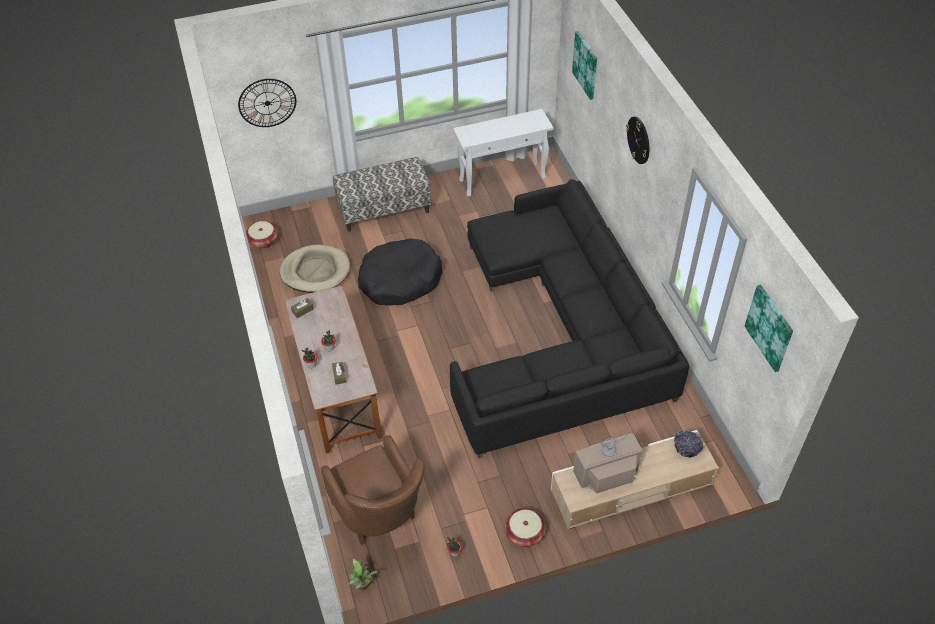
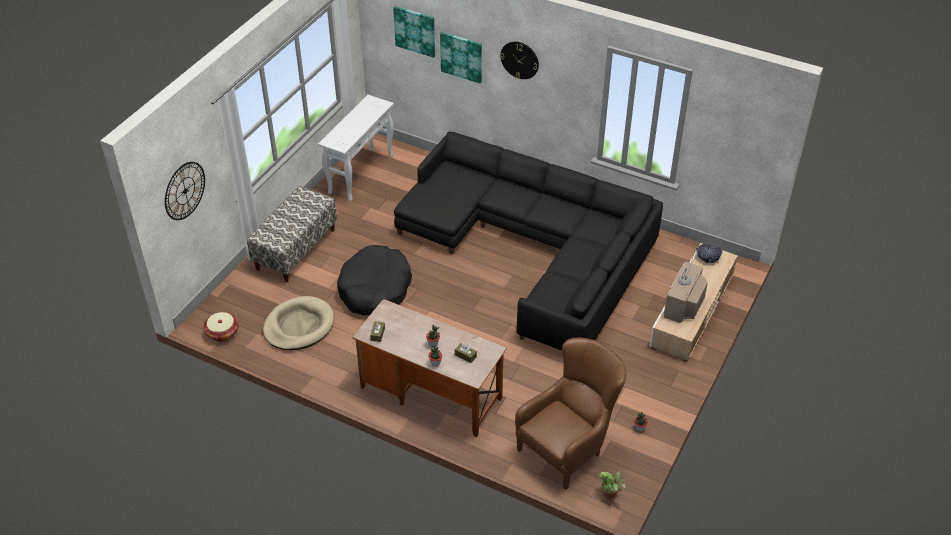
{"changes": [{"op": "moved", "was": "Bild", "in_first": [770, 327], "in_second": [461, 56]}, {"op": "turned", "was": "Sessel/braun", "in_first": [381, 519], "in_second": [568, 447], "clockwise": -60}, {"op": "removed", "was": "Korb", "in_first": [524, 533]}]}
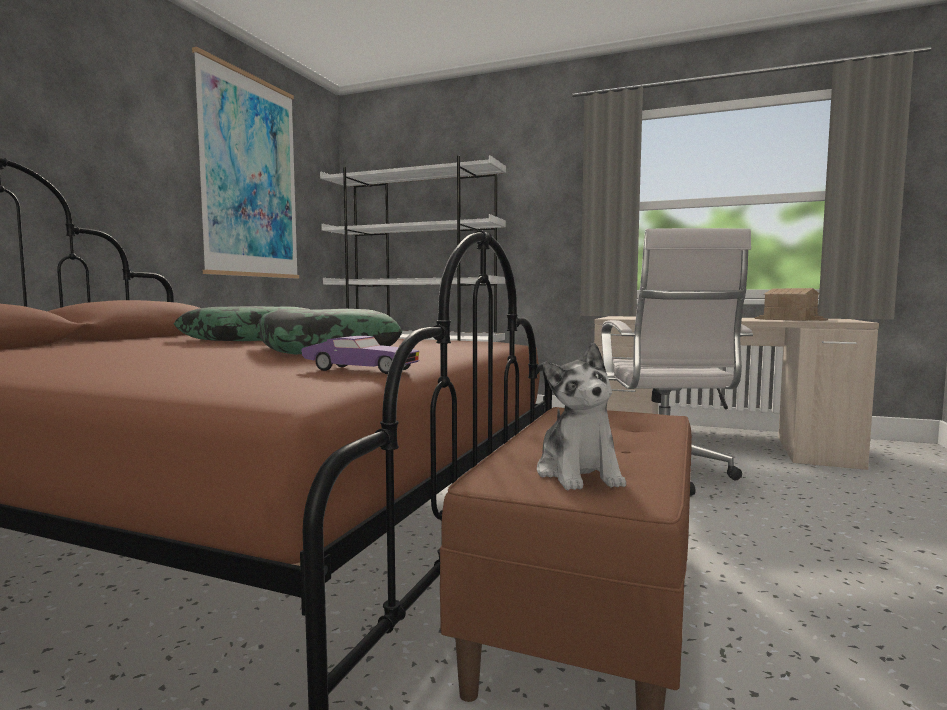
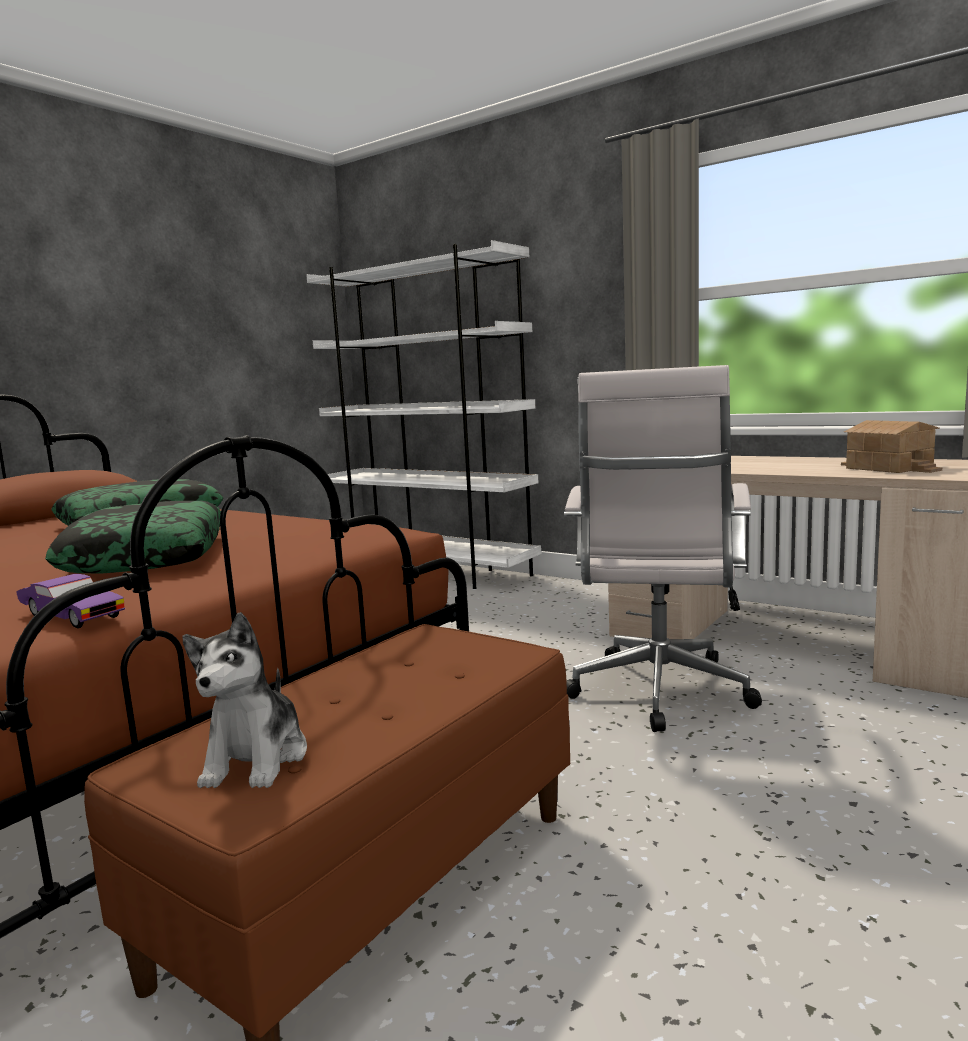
{"changes": [{"op": "removed", "was": "Bild", "in_first": [250, 177]}]}
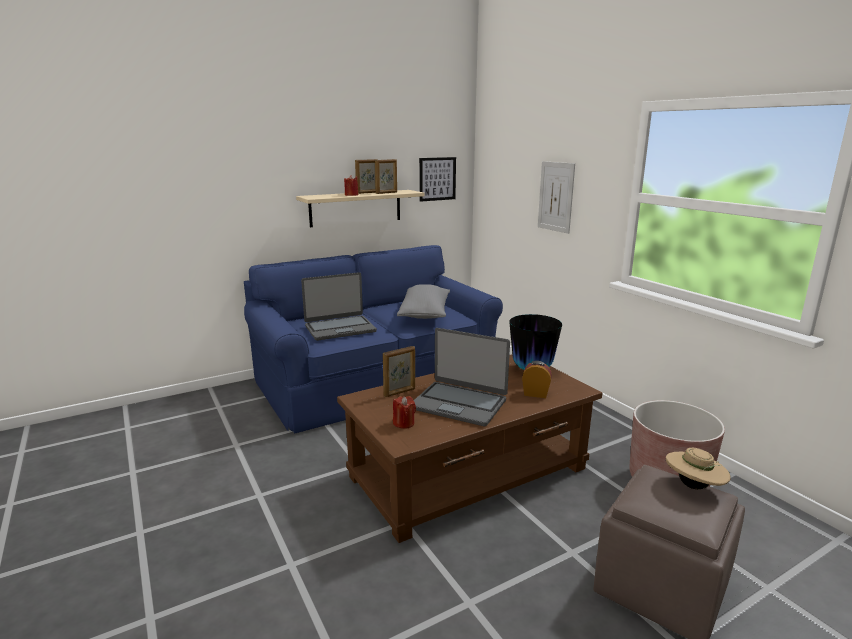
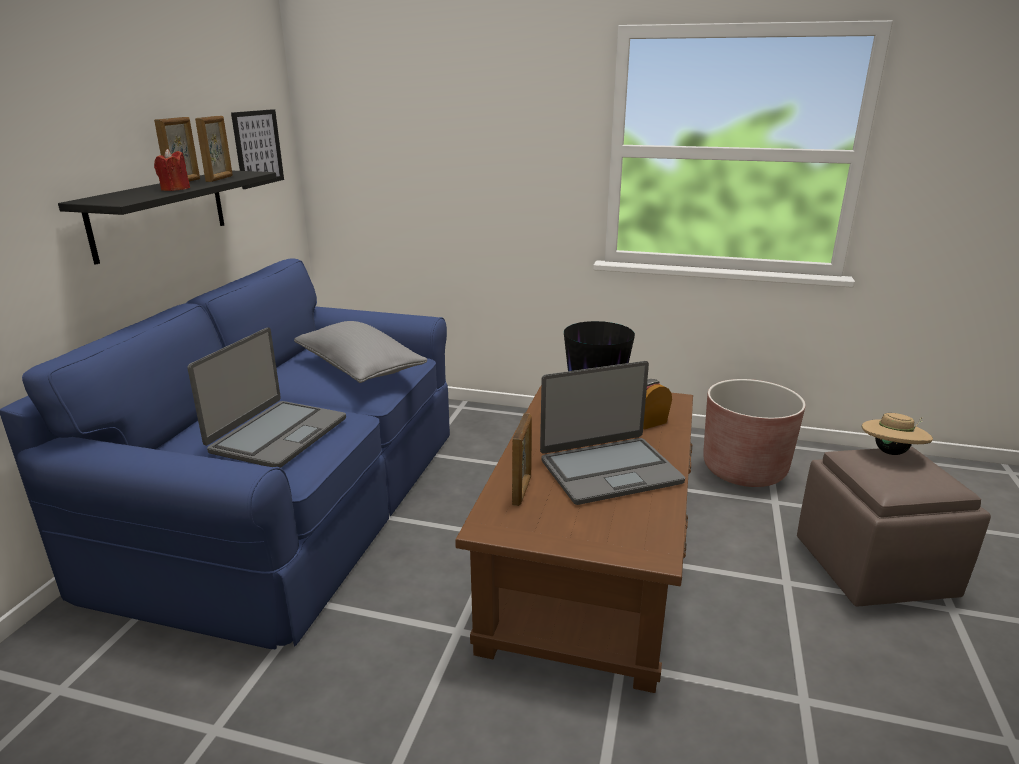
{"changes": [{"op": "removed", "was": "Bild", "in_first": [556, 196]}, {"op": "recoloured", "was": "Wandregal/beige", "now": "Wandregal/schwarz", "in_first": [356, 208], "in_second": [160, 213]}, {"op": "removed", "was": "Kerze/rot", "in_first": [404, 423]}]}
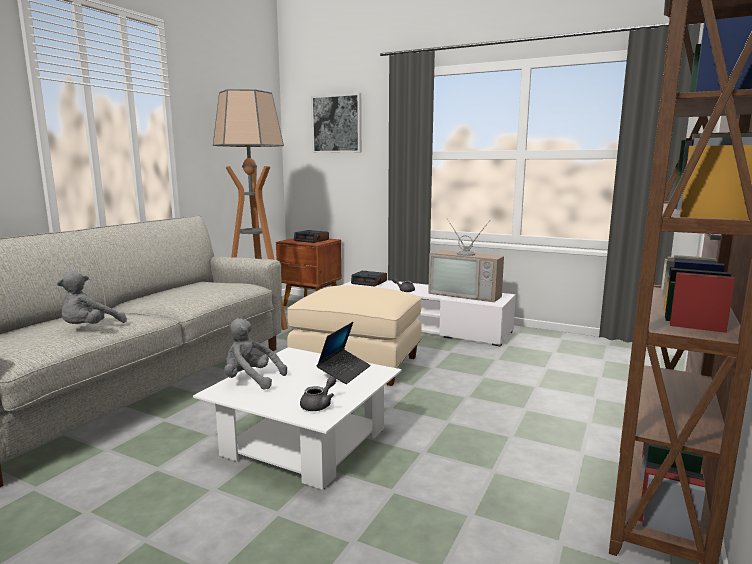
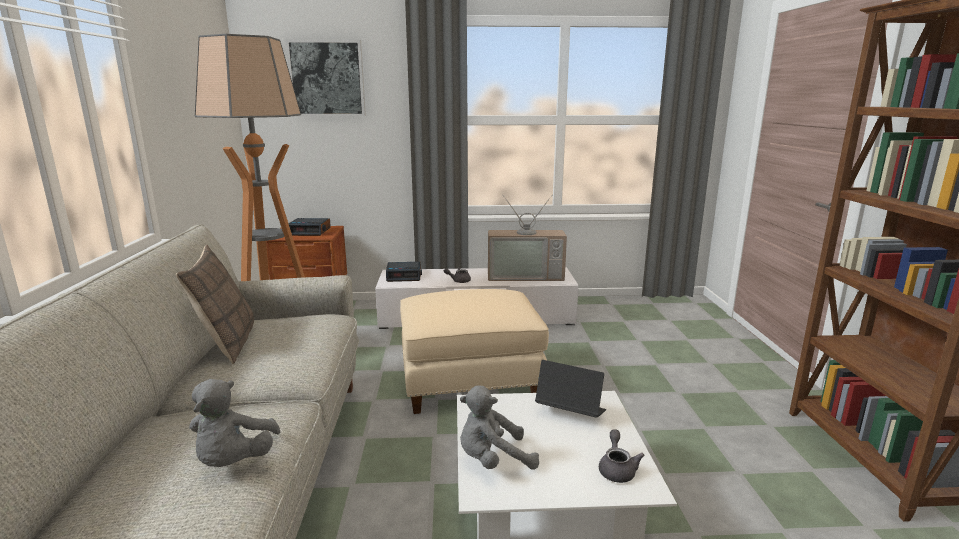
{"changes": [{"op": "turned", "was": "Laptop", "in_first": [344, 371], "in_second": [570, 412], "clockwise": -60}, {"op": "added", "now": "Kissen", "in_second": [227, 343]}]}
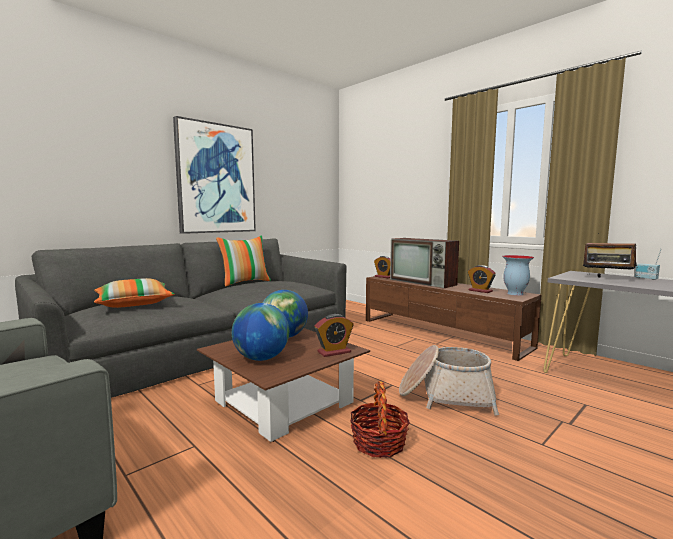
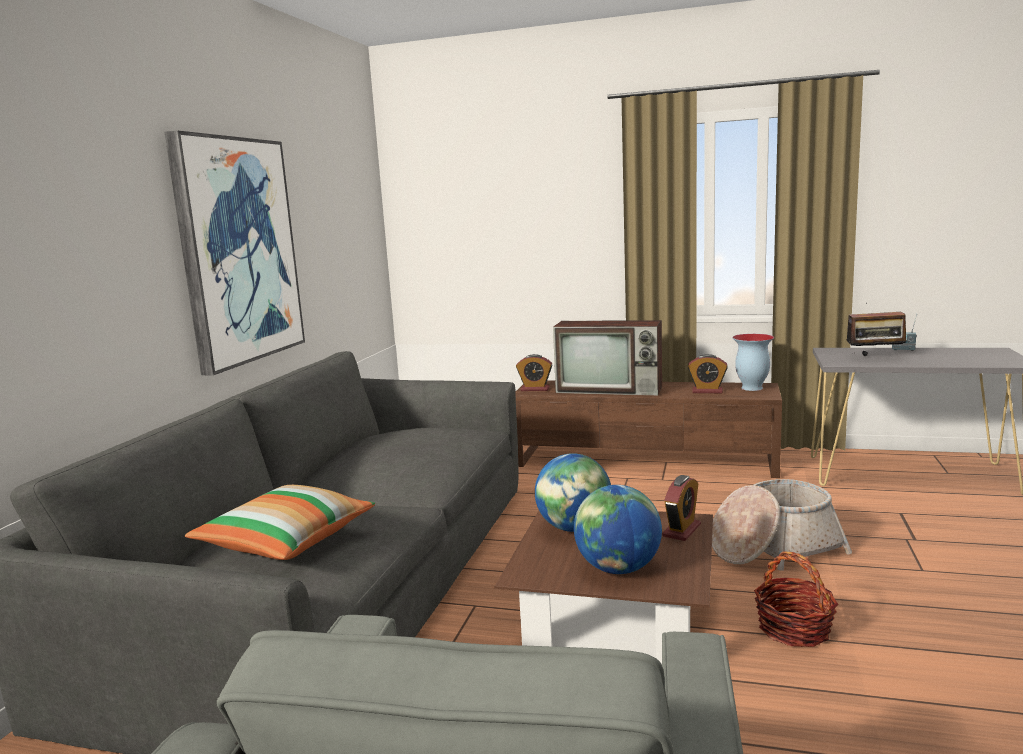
{"changes": [{"op": "removed", "was": "Kissen", "in_first": [245, 282]}]}
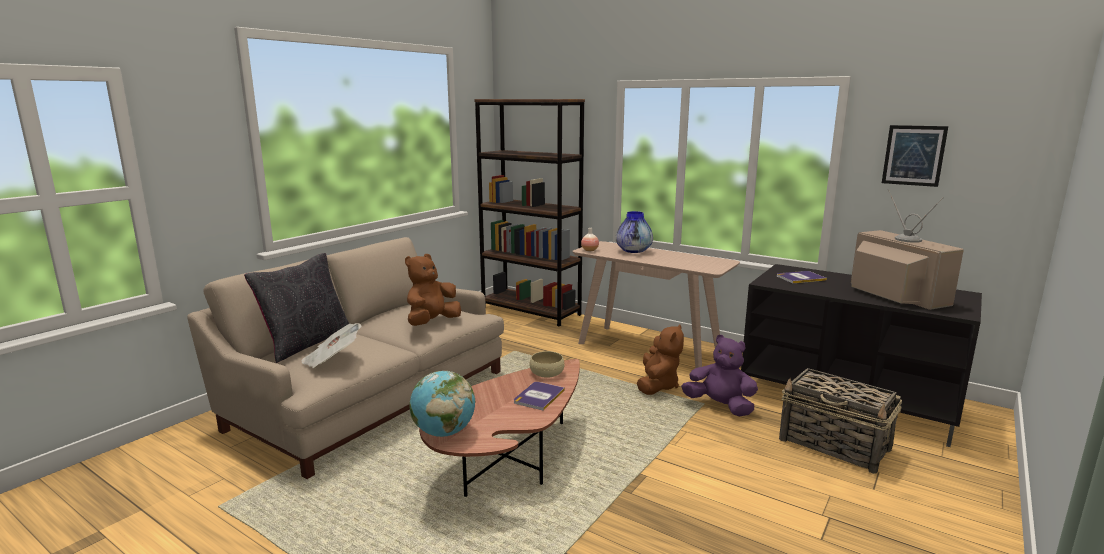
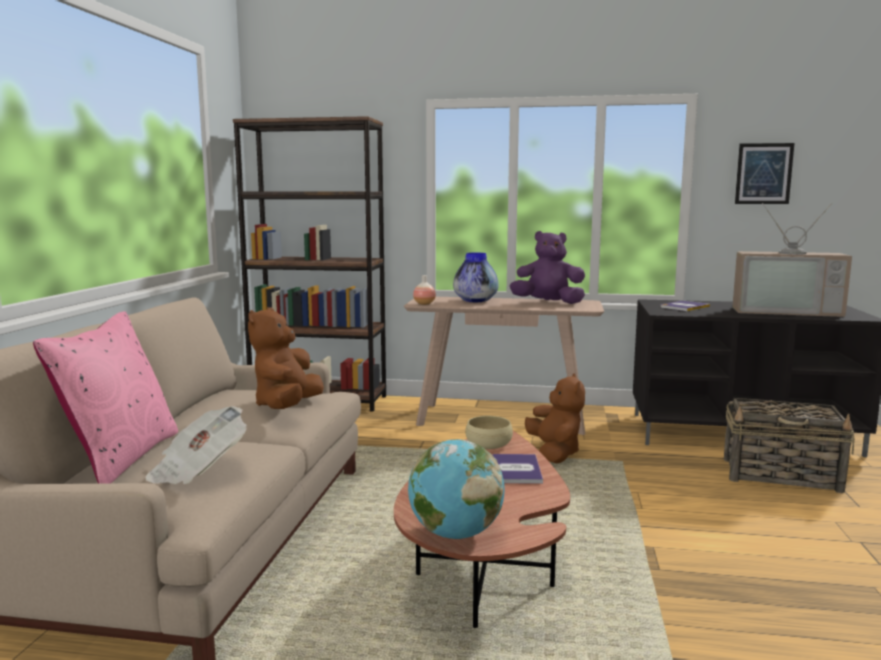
{"changes": [{"op": "turned", "was": "Fernseher", "in_first": [893, 294], "in_second": [785, 311], "clockwise": 150}, {"op": "recoloured", "was": "Kissen/schwarz", "now": "Kissen/rosa", "in_first": [306, 343], "in_second": [120, 458]}, {"op": "moved", "was": "Plüschtier/lila", "in_first": [720, 406], "in_second": [548, 303]}]}
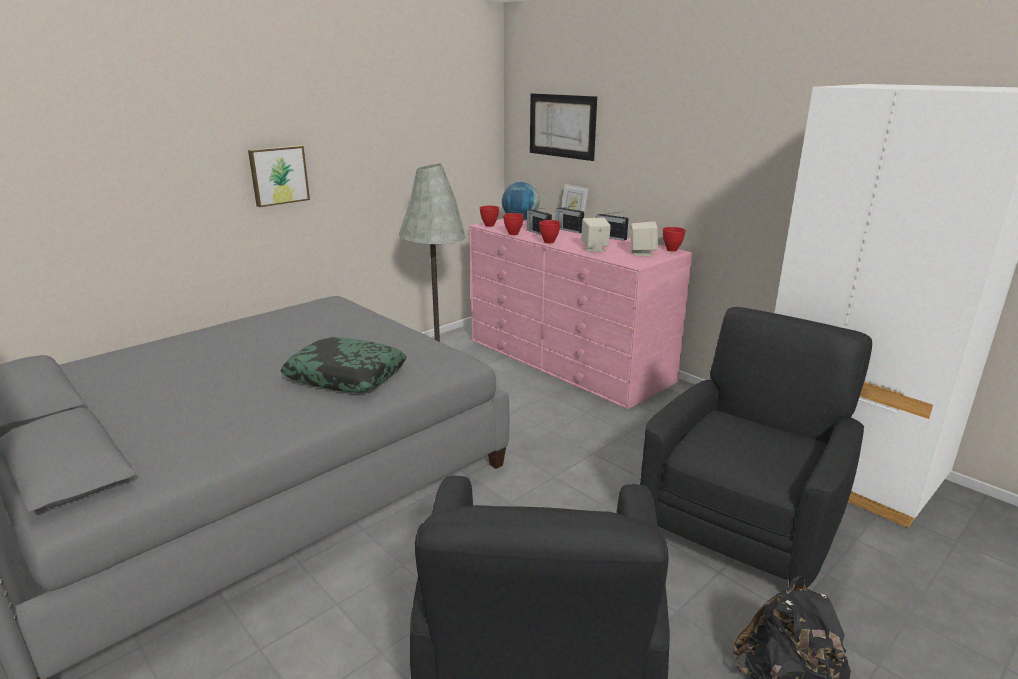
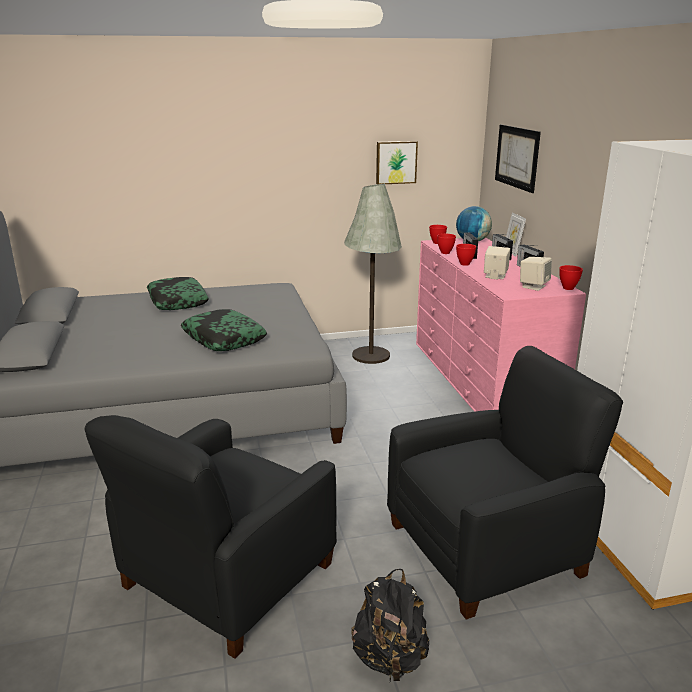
{"changes": [{"op": "moved", "was": "Bild", "in_first": [278, 175], "in_second": [396, 162]}, {"op": "added", "now": "Kissen", "in_second": [177, 301]}]}
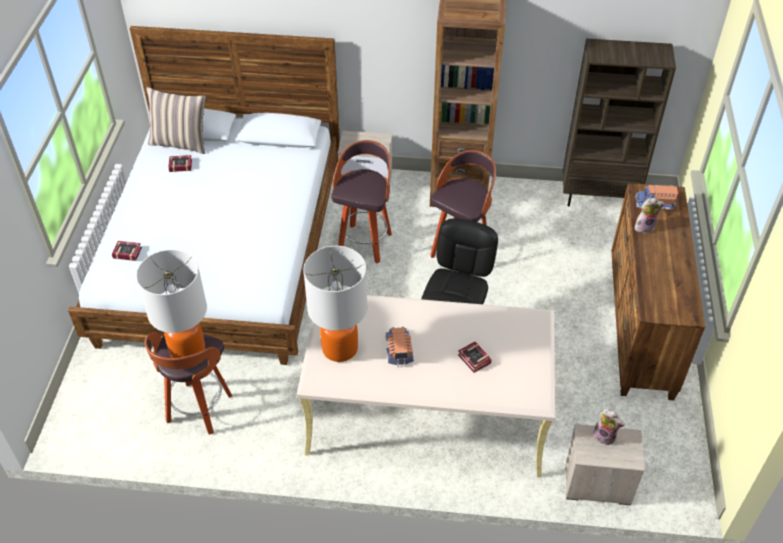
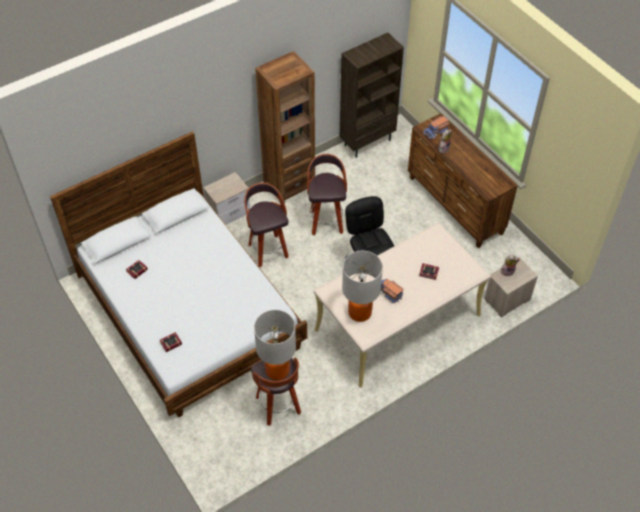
{"changes": [{"op": "removed", "was": "Kissen", "in_first": [180, 143]}]}
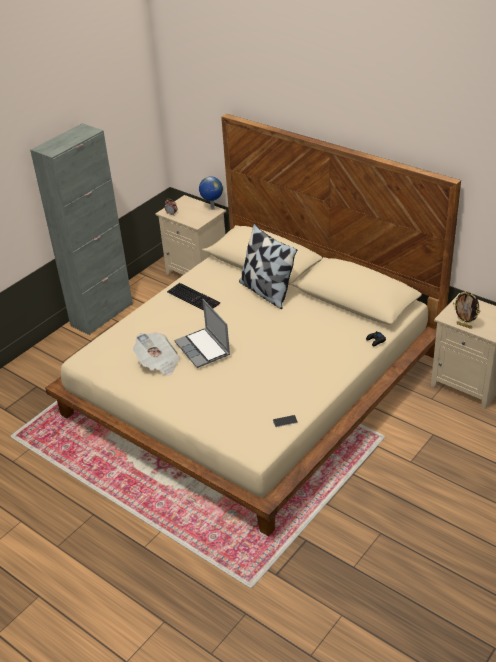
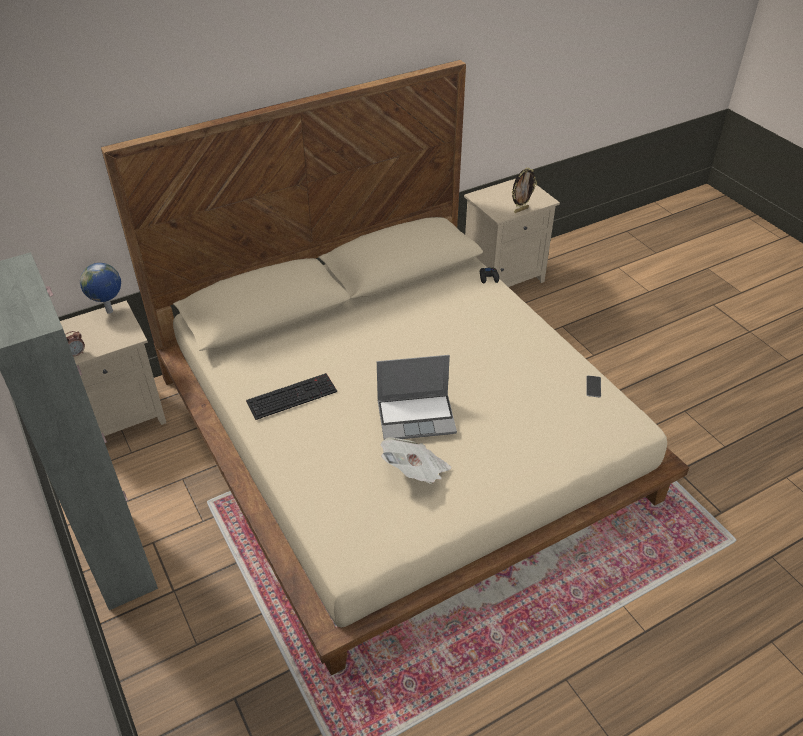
{"changes": [{"op": "removed", "was": "Kissen", "in_first": [266, 292]}]}
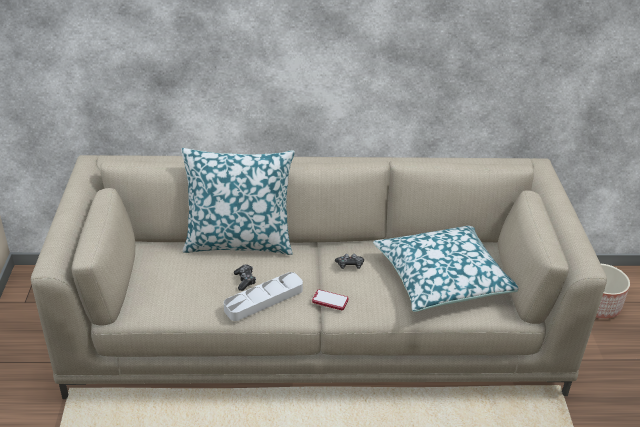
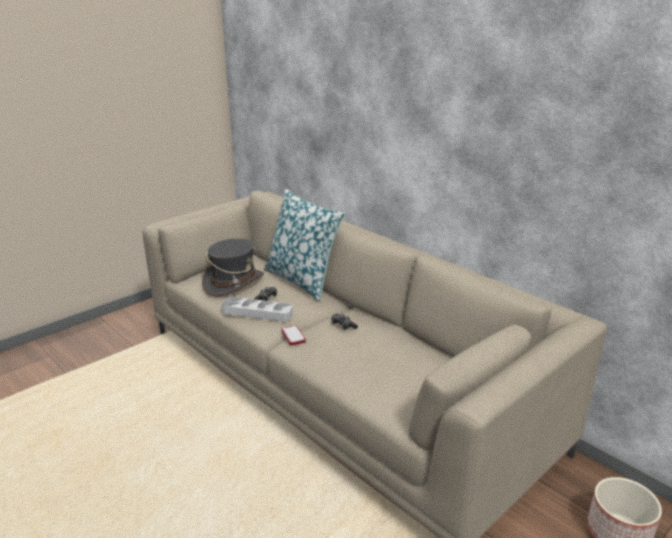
{"changes": [{"op": "removed", "was": "Kissen", "in_first": [442, 278]}, {"op": "added", "now": "Hut/grau", "in_second": [233, 282]}]}
